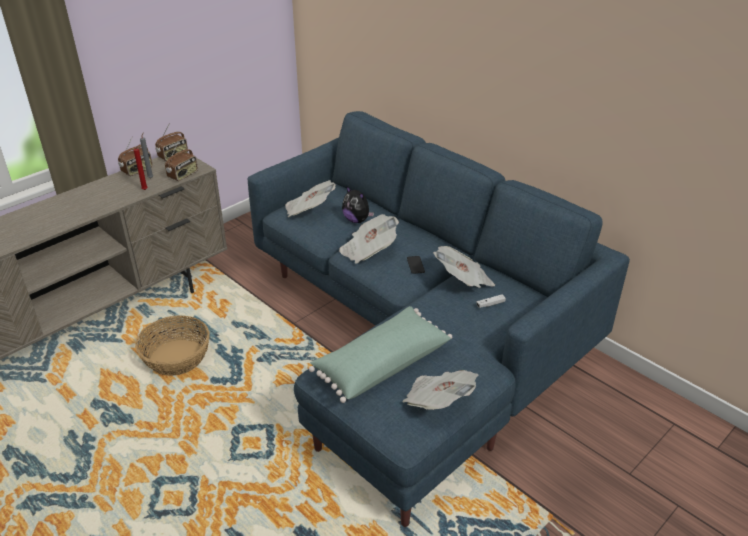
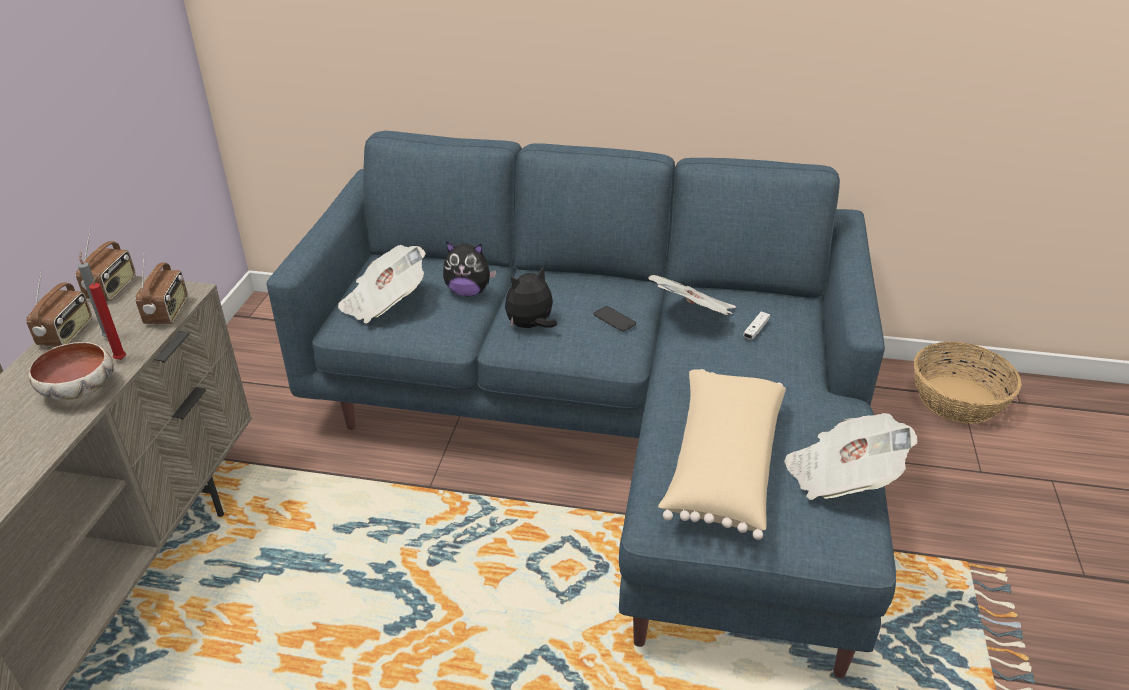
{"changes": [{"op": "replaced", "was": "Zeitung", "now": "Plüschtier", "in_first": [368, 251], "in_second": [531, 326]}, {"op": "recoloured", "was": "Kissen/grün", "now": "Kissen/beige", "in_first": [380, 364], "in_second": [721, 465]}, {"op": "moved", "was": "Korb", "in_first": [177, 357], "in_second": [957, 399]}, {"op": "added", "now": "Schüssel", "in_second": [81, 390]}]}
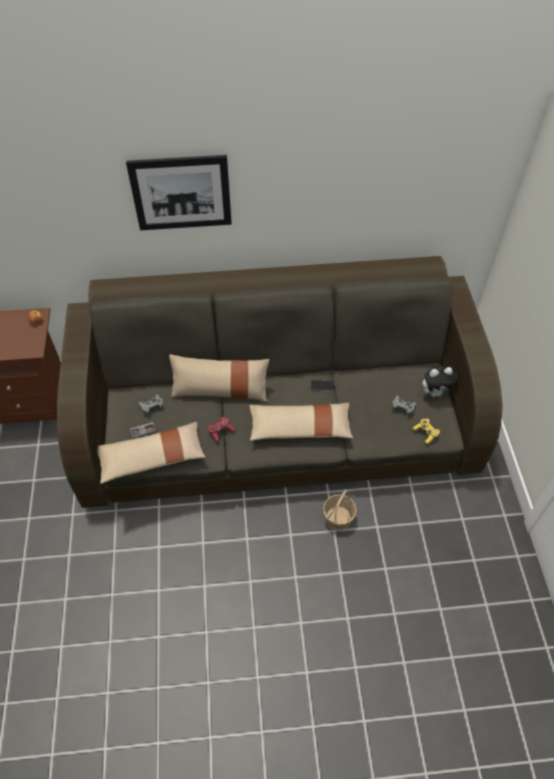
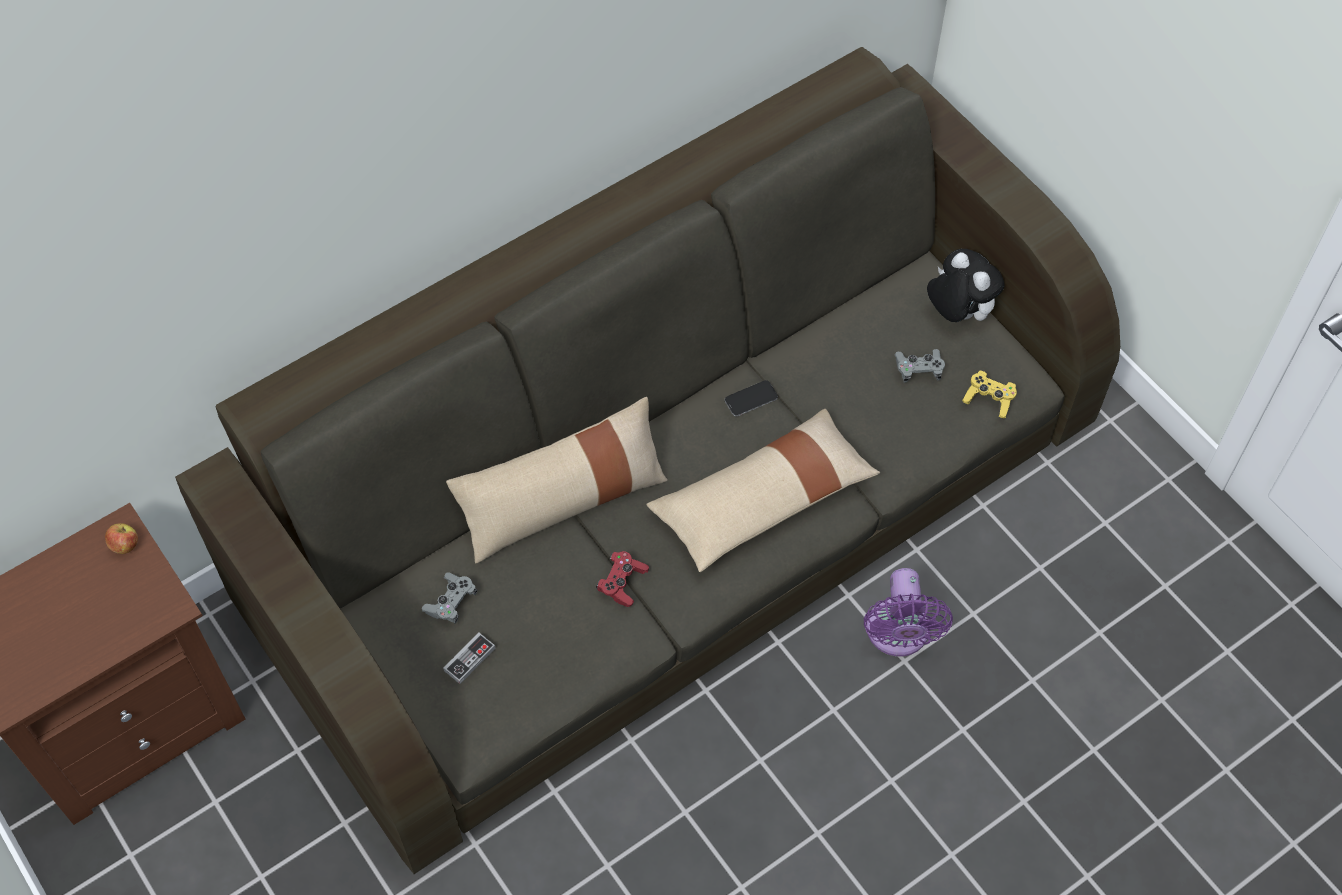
{"changes": [{"op": "removed", "was": "Bild", "in_first": [181, 193]}, {"op": "turned", "was": "Plüschtier", "in_first": [435, 392], "in_second": [957, 313], "clockwise": -90}, {"op": "removed", "was": "Kissen/beige", "in_first": [152, 458]}, {"op": "replaced", "was": "Korb", "now": "Ventilator/lila", "in_first": [338, 518], "in_second": [898, 635]}]}
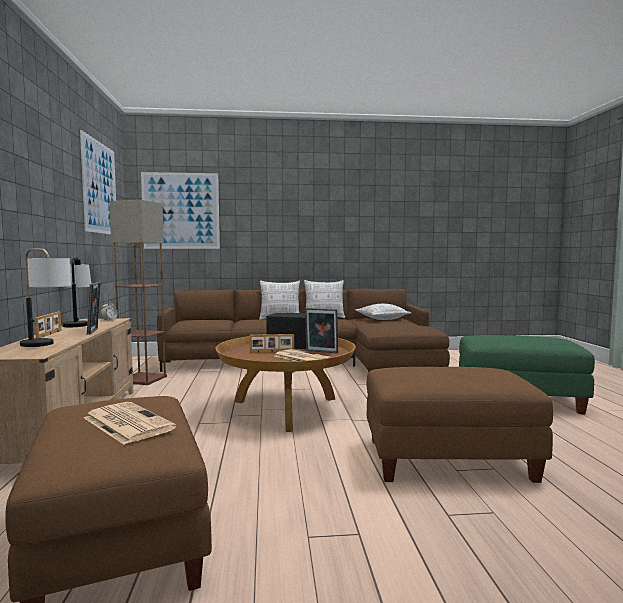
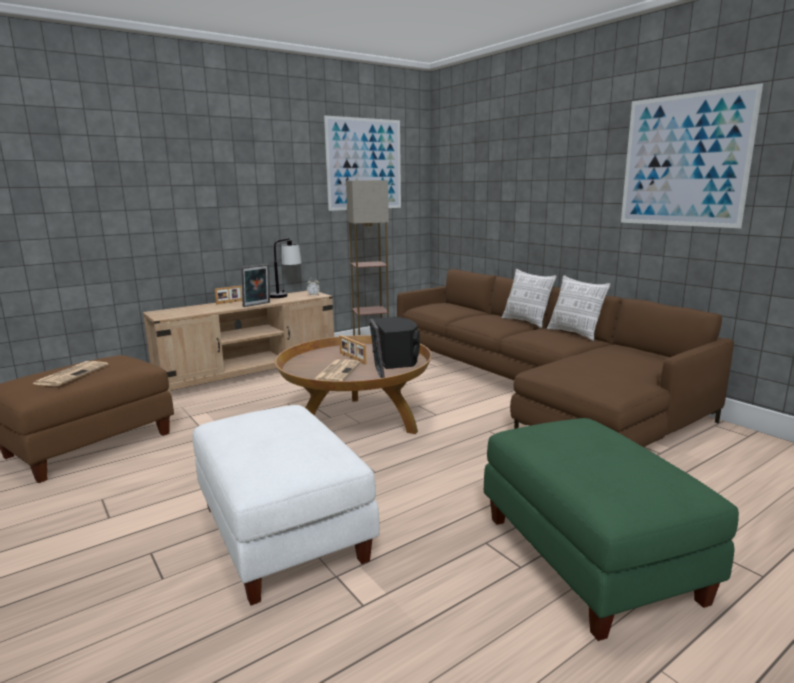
{"changes": [{"op": "moved", "was": "Bild", "in_first": [181, 211], "in_second": [684, 161]}, {"op": "removed", "was": "Tischlampe", "in_first": [46, 345]}, {"op": "removed", "was": "Kissen", "in_first": [382, 319]}, {"op": "recoloured", "was": "Polsterhocker/braun", "now": "Polsterhocker/weiß", "in_first": [447, 460], "in_second": [280, 532]}]}
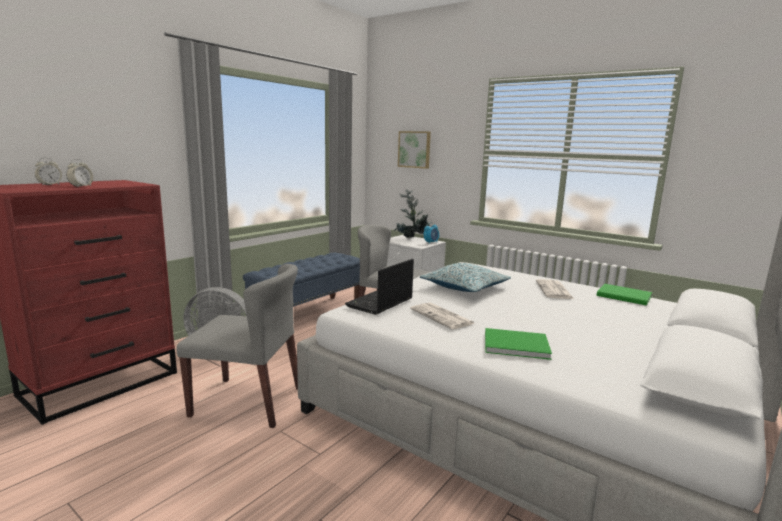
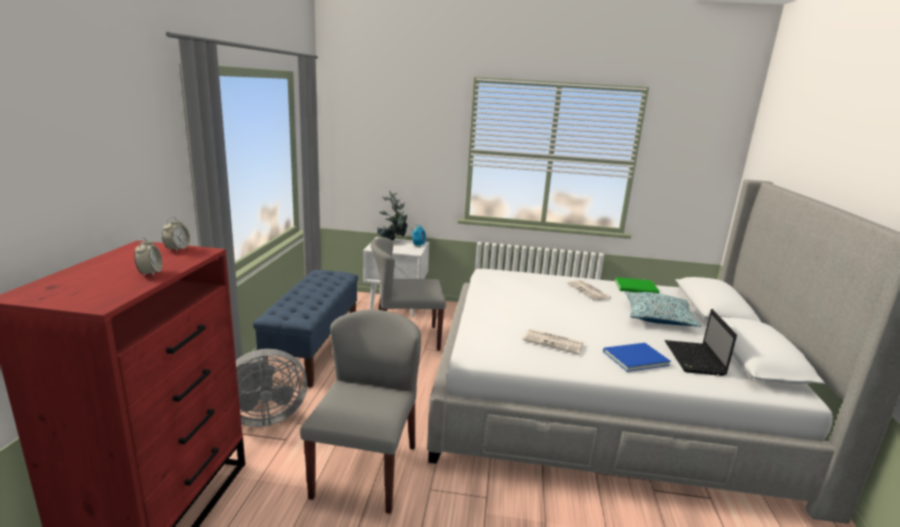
{"changes": [{"op": "removed", "was": "Bild", "in_first": [414, 149]}, {"op": "moved", "was": "Wecker", "in_first": [49, 185], "in_second": [177, 249]}, {"op": "moved", "was": "Laptop", "in_first": [379, 303], "in_second": [695, 359]}, {"op": "moved", "was": "Kissen", "in_first": [465, 287], "in_second": [658, 318]}, {"op": "turned", "was": "Stuhl/grau", "in_first": [248, 401], "in_second": [365, 470], "clockwise": -60}, {"op": "recoloured", "was": "Buch/grün", "now": "Buch/blau", "in_first": [513, 344], "in_second": [633, 358]}]}
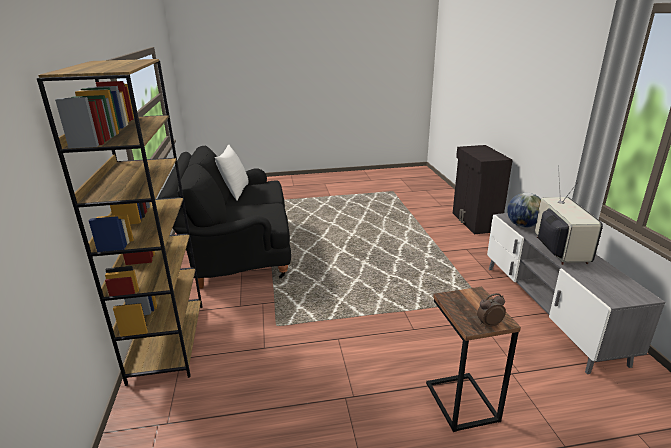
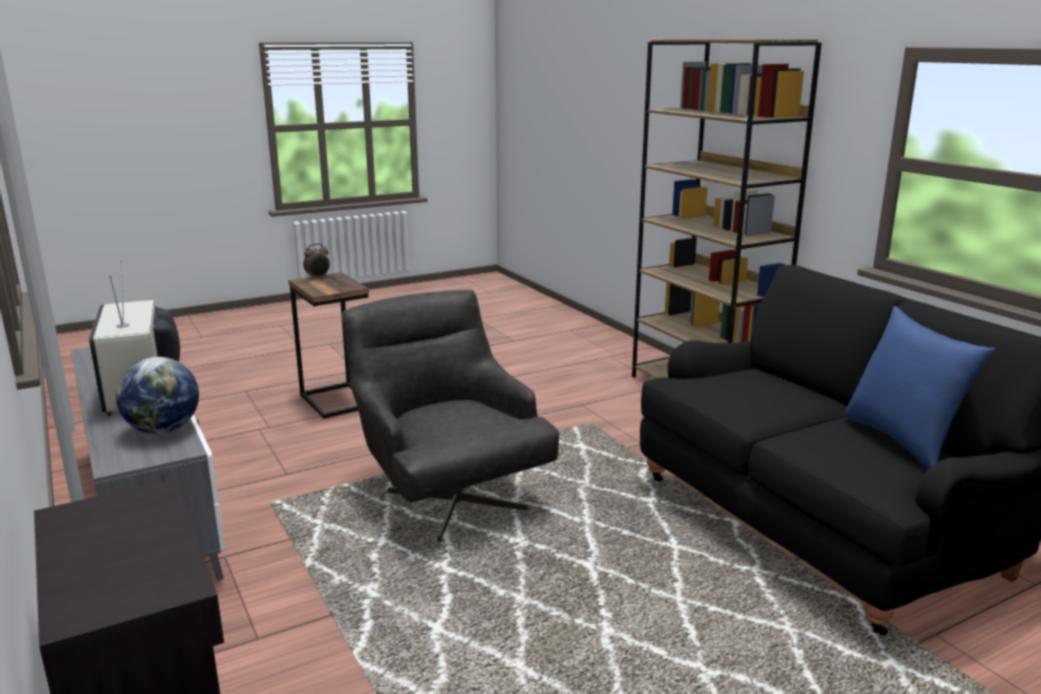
{"changes": [{"op": "recoloured", "was": "Kissen/weiß", "now": "Kissen/blau", "in_first": [235, 192], "in_second": [902, 440]}, {"op": "added", "now": "Sessel/grau", "in_second": [448, 494]}]}
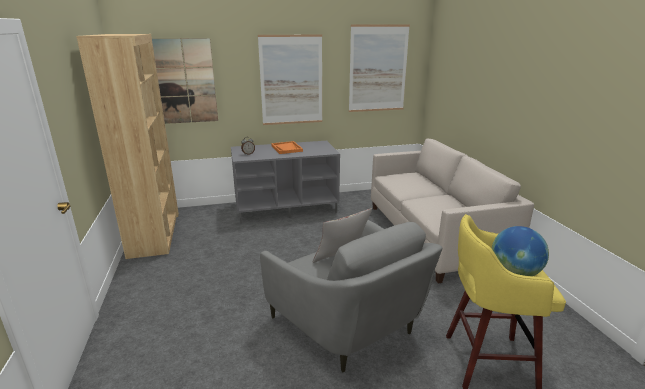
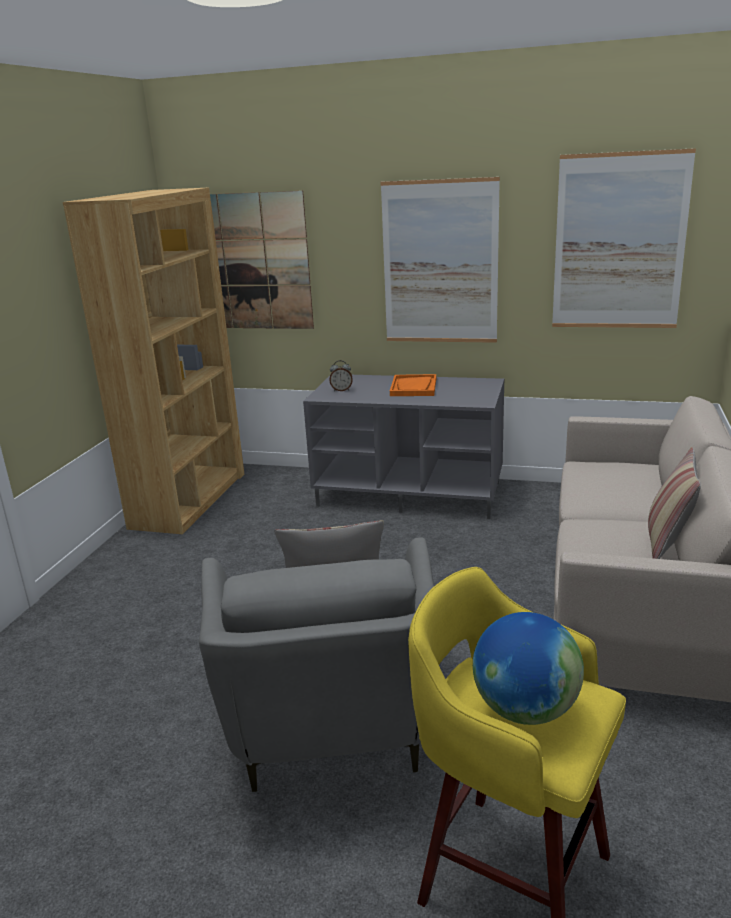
{"changes": [{"op": "added", "now": "Kissen", "in_second": [667, 543]}]}
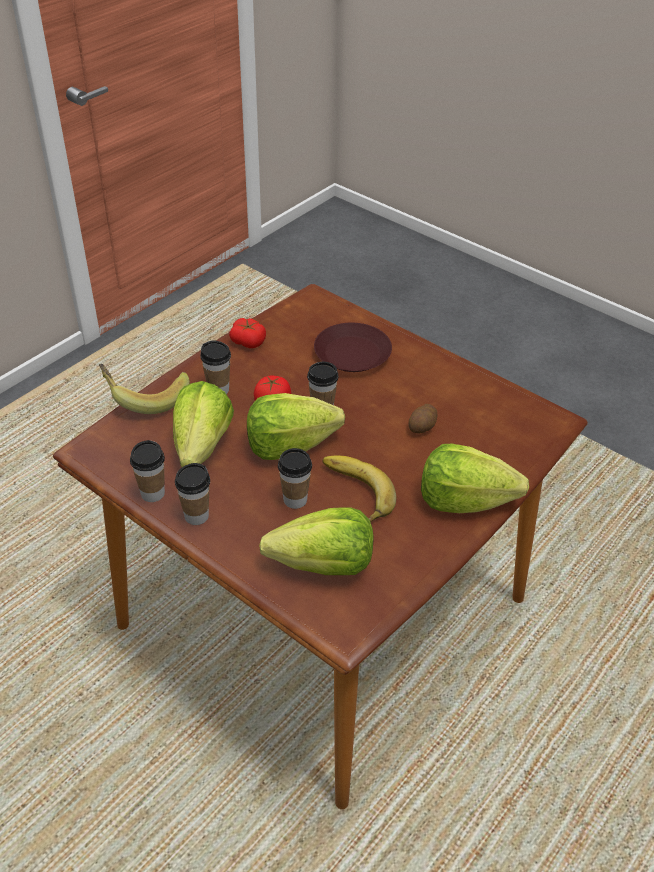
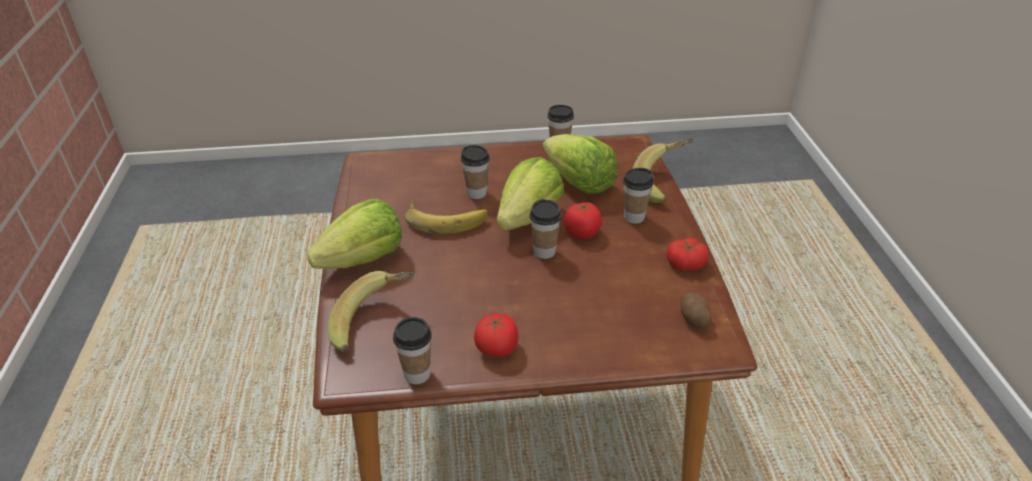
{"changes": [{"op": "removed", "was": "Teller/braun", "in_first": [352, 355]}, {"op": "moved", "was": "Kartoffel", "in_first": [422, 427], "in_second": [693, 319]}, {"op": "moved", "was": "Tasse", "in_first": [196, 516], "in_second": [417, 374]}, {"op": "removed", "was": "Salatkopf", "in_first": [323, 565]}, {"op": "added", "now": "Banane", "in_second": [375, 323]}, {"op": "added", "now": "Tomate", "in_second": [497, 348]}]}
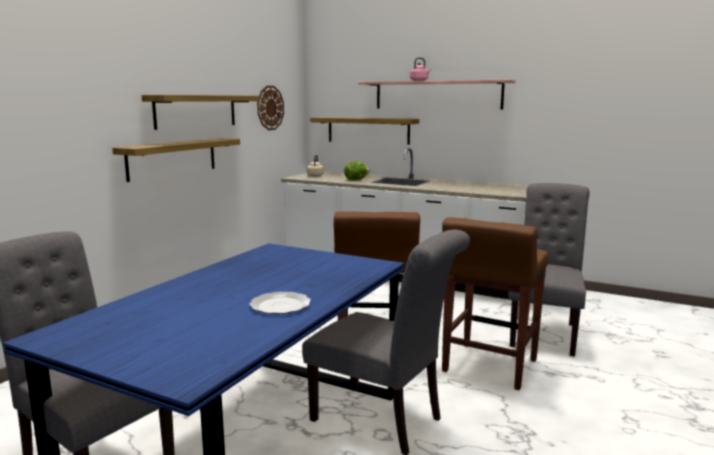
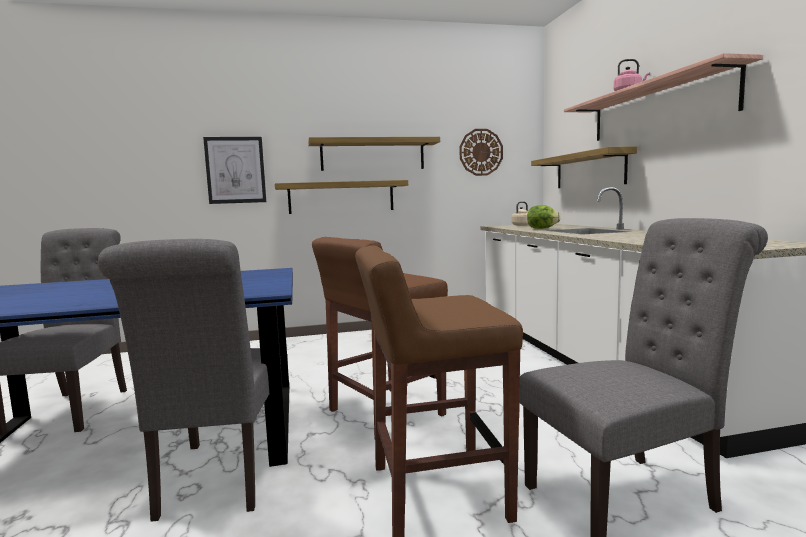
{"changes": [{"op": "removed", "was": "Teller", "in_first": [279, 305]}, {"op": "added", "now": "Bild", "in_second": [235, 170]}]}
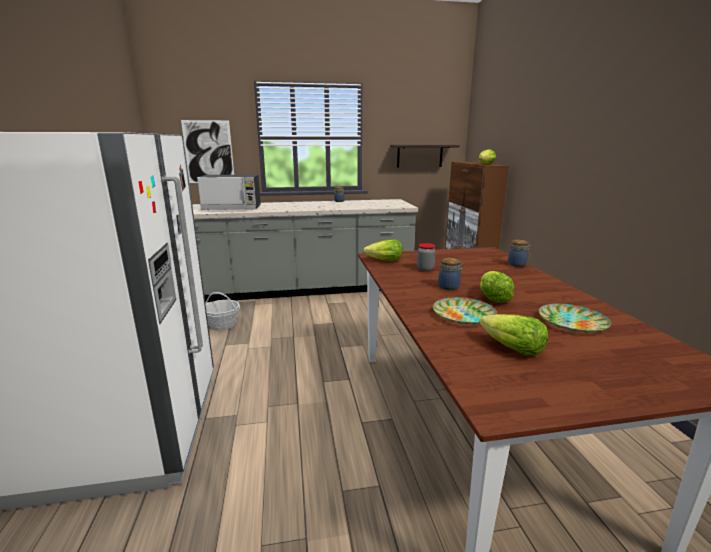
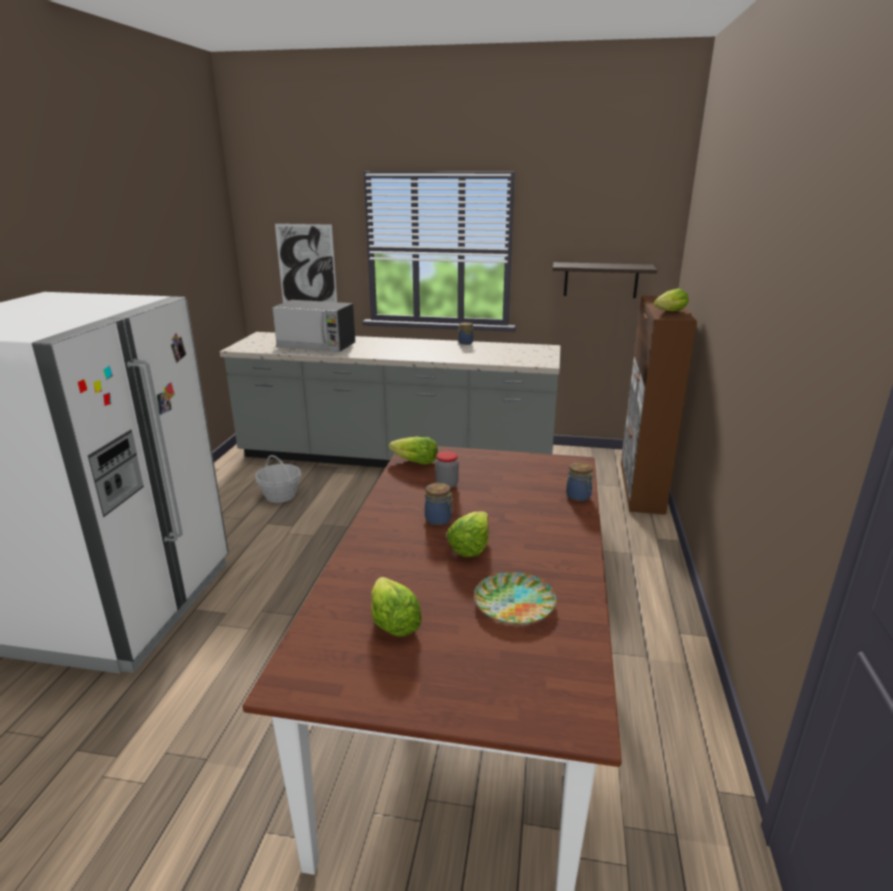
{"changes": [{"op": "removed", "was": "Teller", "in_first": [464, 315]}]}
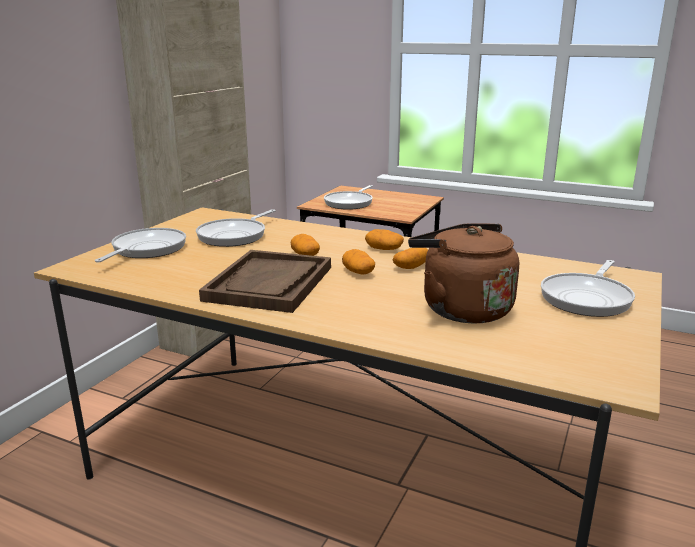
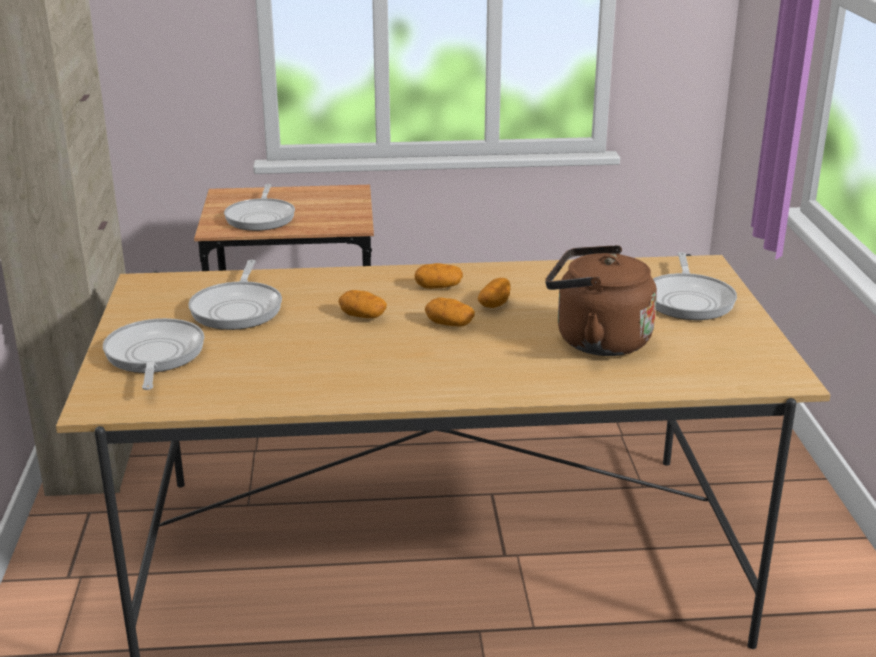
{"changes": [{"op": "removed", "was": "Tablett/braun", "in_first": [270, 283]}]}
